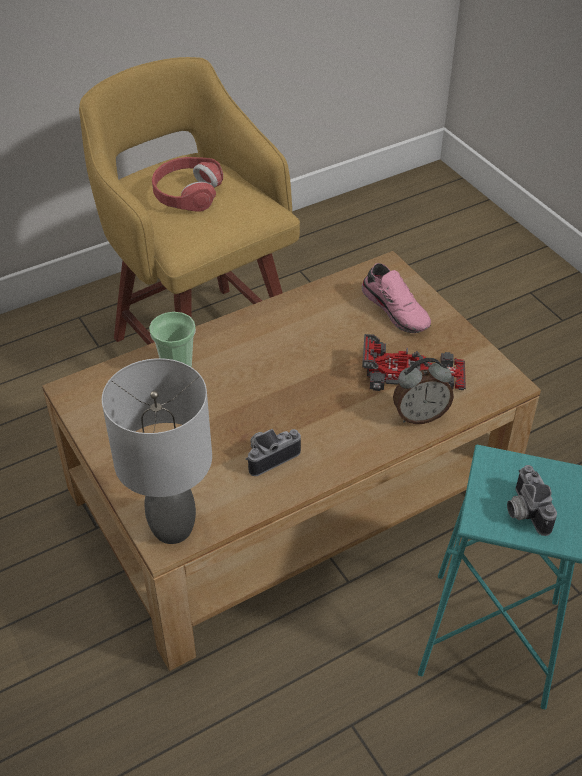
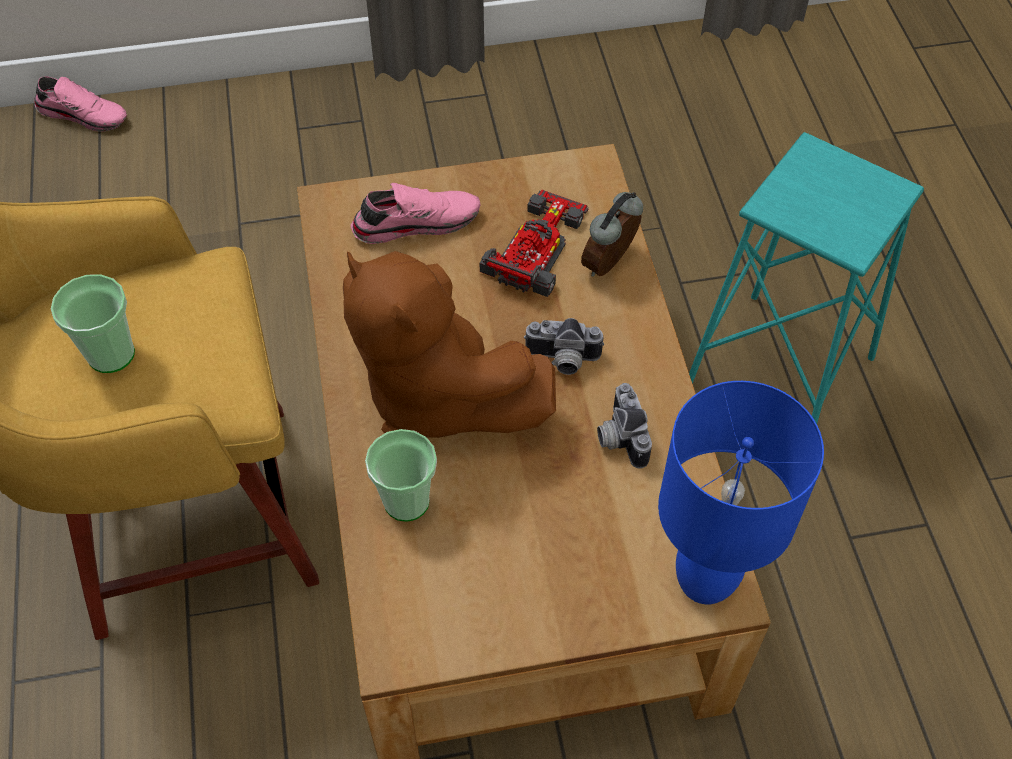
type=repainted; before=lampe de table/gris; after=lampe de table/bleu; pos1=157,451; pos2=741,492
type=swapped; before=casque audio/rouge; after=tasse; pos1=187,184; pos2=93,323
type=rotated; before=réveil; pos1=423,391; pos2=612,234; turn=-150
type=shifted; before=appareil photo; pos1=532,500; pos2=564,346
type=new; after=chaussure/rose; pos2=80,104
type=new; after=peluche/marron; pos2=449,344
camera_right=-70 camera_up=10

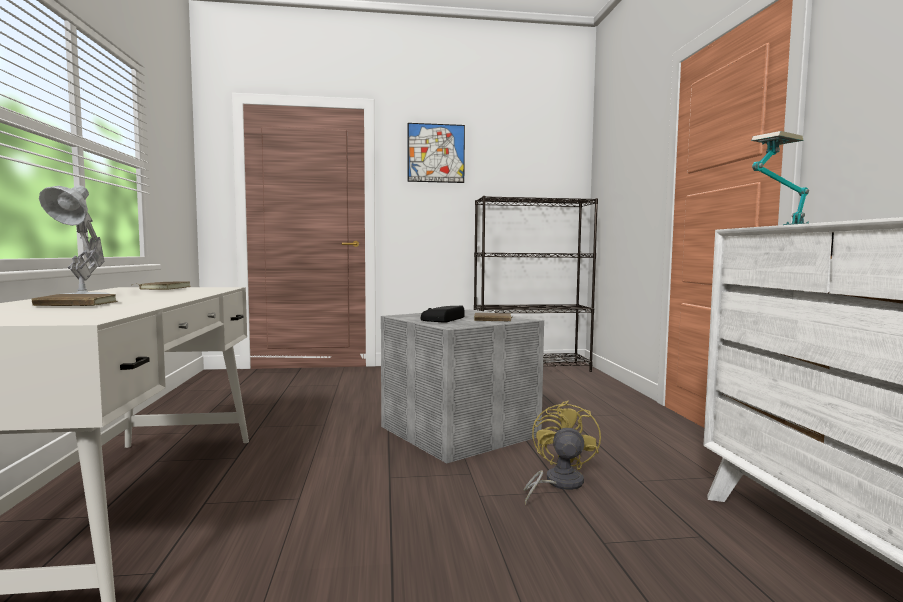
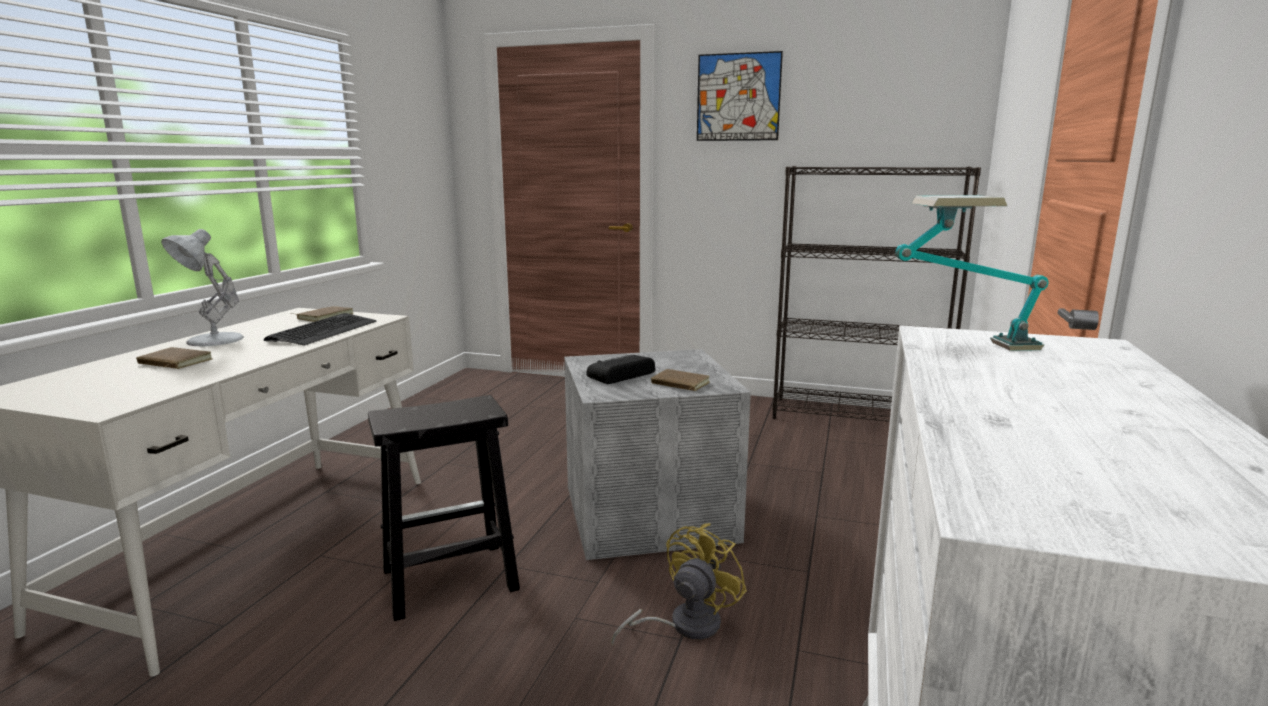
type=new; after=clavier; pos2=320,329
type=new; after=tabouret/noir; pos2=444,508
camera_right=25 camera_up=10

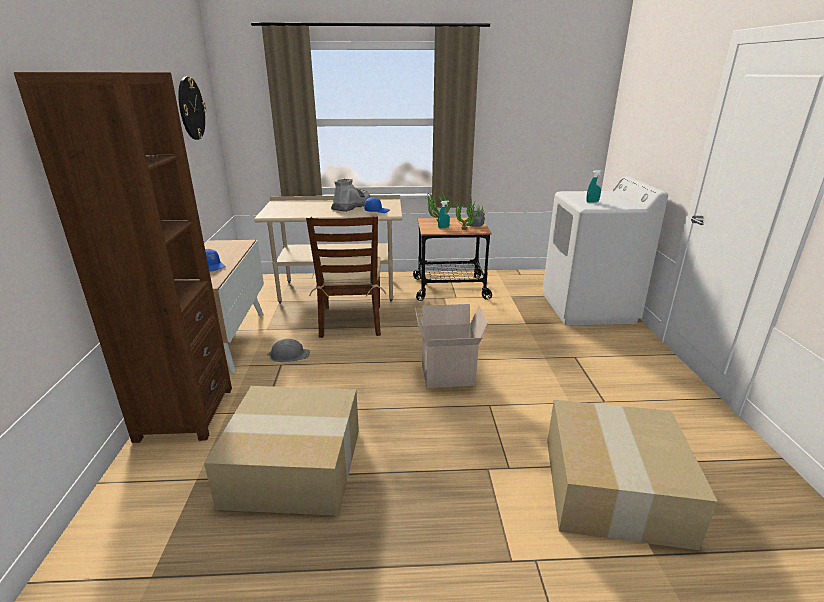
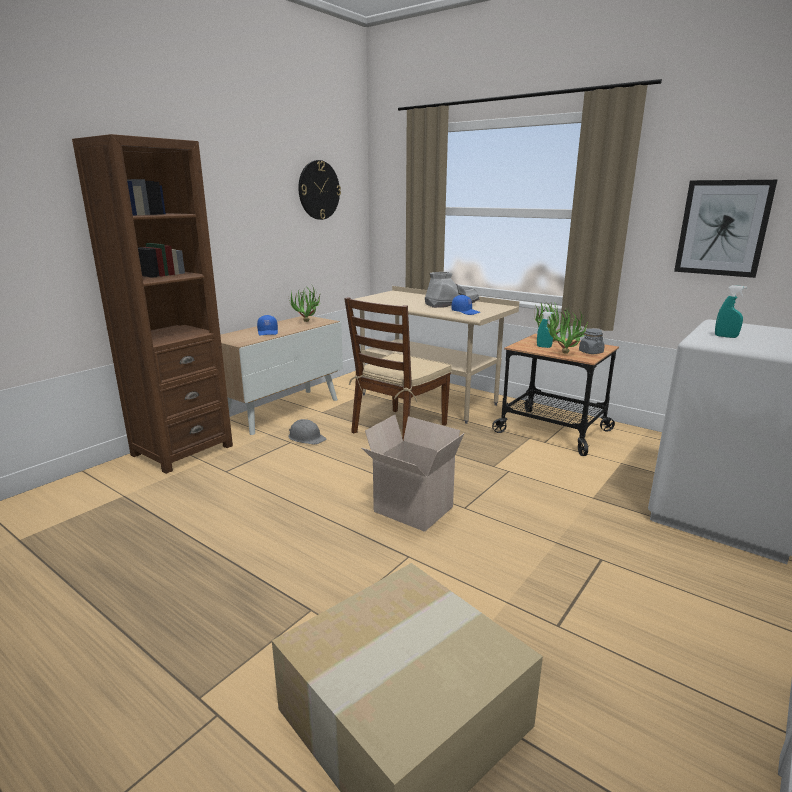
type=gone; before=carton; pos1=281,451
type=new; after=plante en pot; pos2=306,304
type=new; after=tableau; pos2=725,229
camera_right=40 camera_up=-5

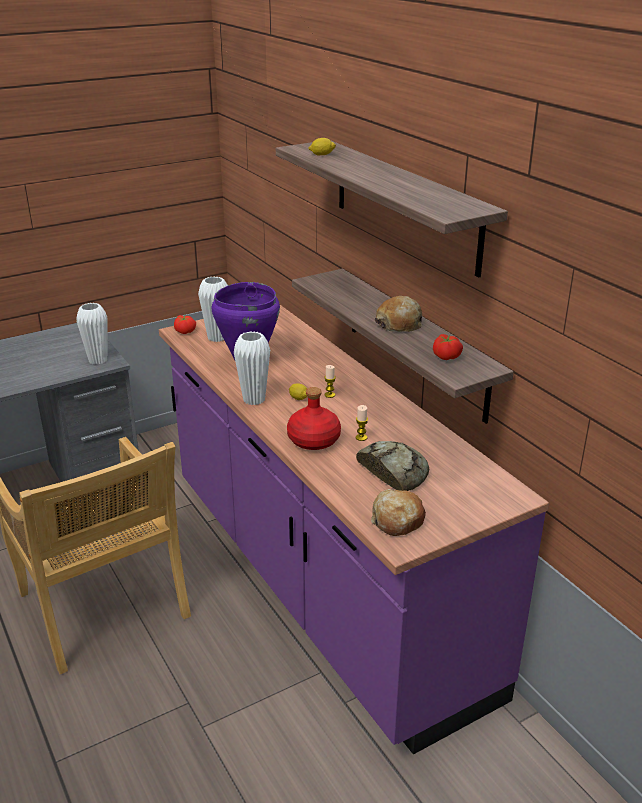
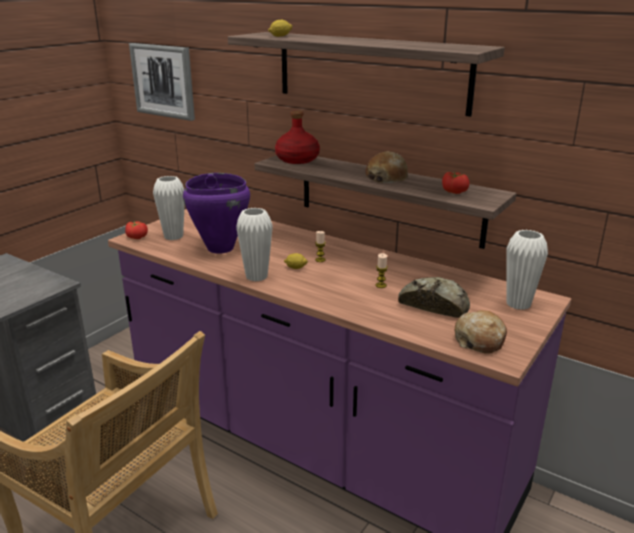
type=shifted; before=vase/blanc; pos1=92,334; pos2=527,270
type=shifted; before=bouteille/rouge; pos1=314,418; pos2=297,137
type=new; after=tableau; pos2=162,82
camera_right=-25 camera_up=-5

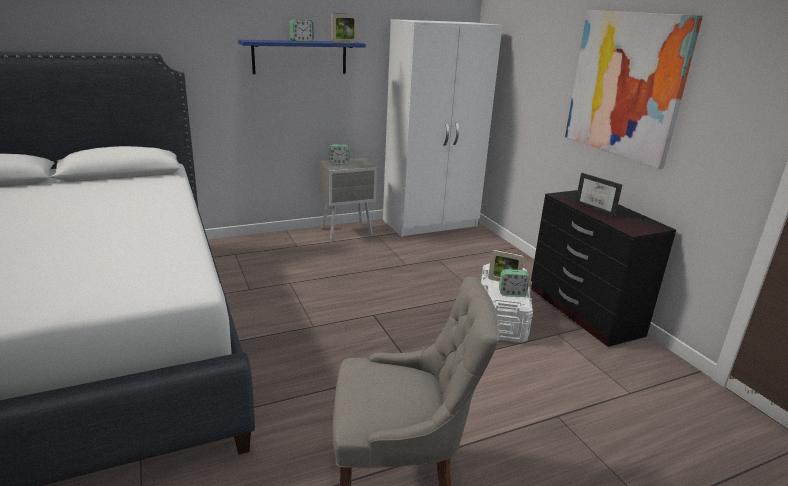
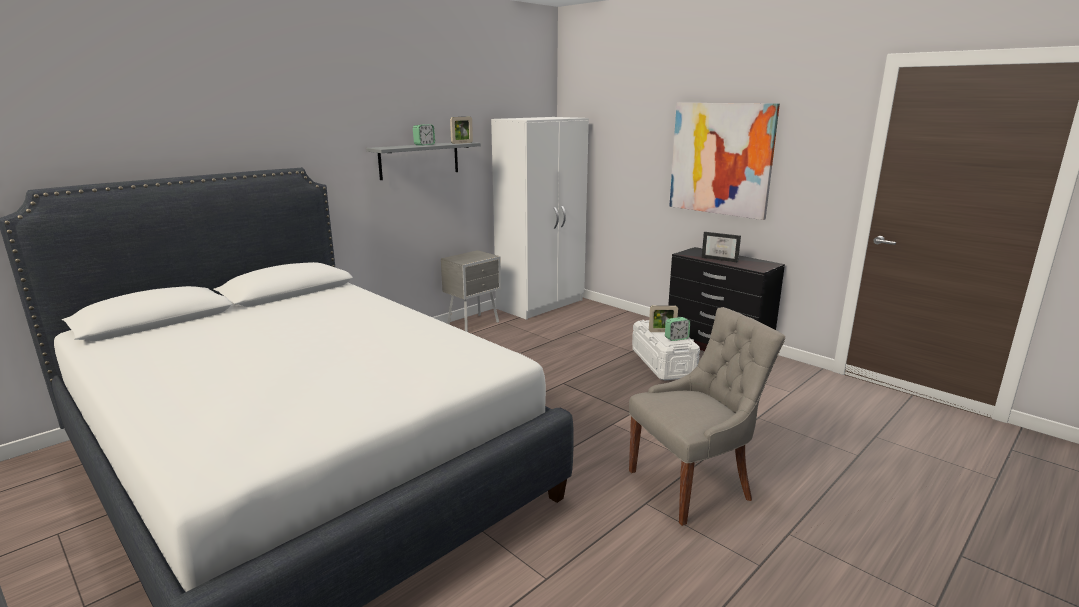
type=repainted; before=étagère/bleu; after=étagère/gris; pos1=302,57; pos2=423,161
type=gone; before=réveil; pos1=339,154
camera_right=-20 camera_up=-5

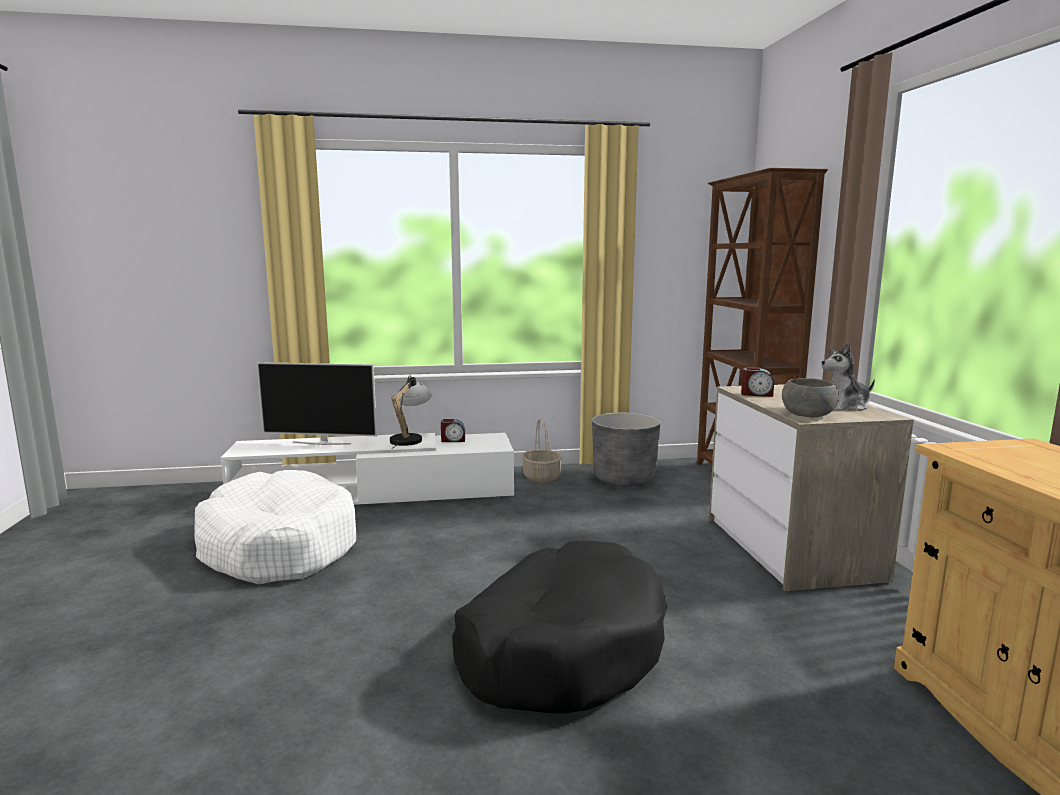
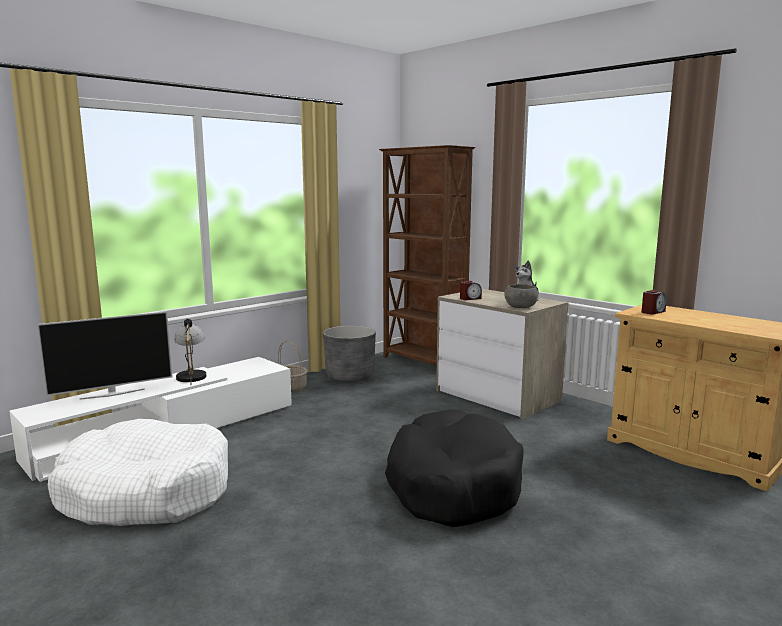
type=shifted; before=réveil; pos1=453,430; pos2=654,302
camera_right=-35 camera_up=0

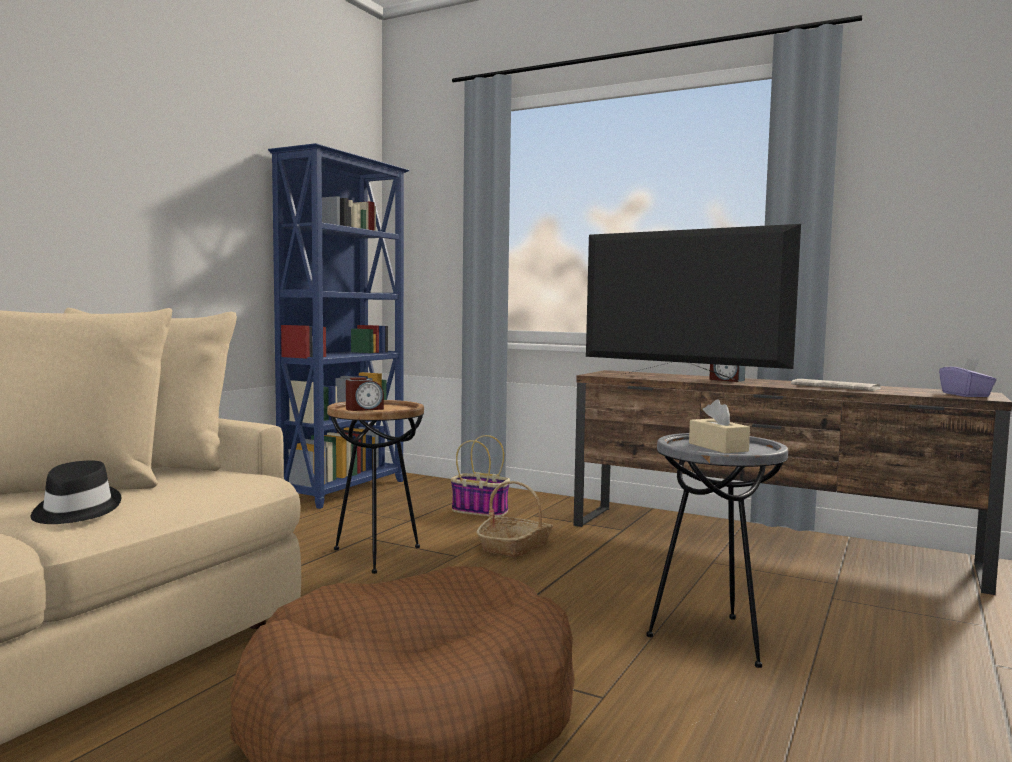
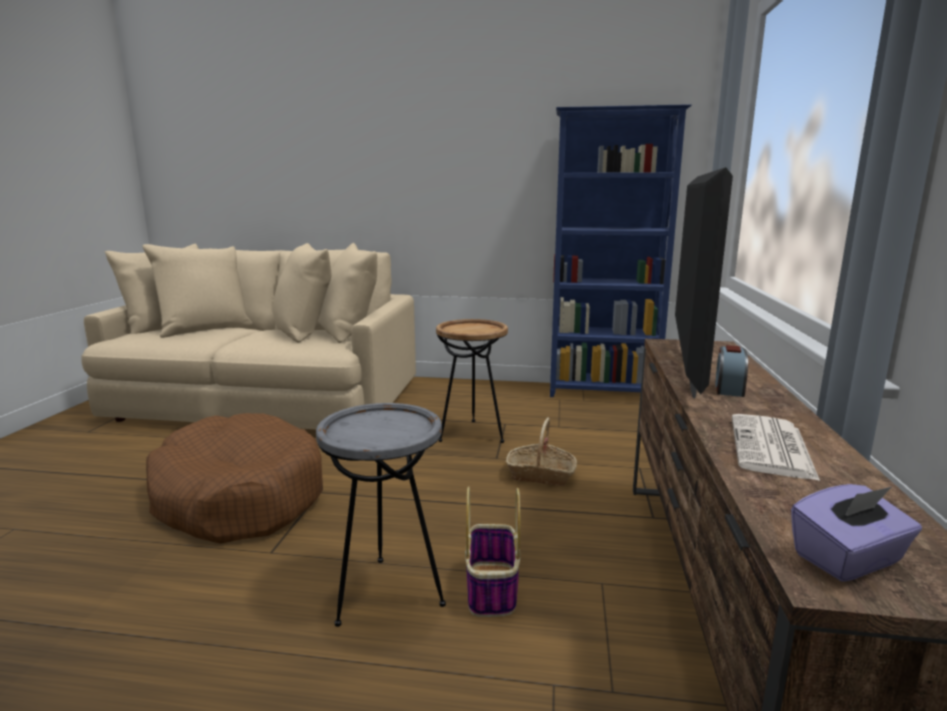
type=gone; before=chapeau/noir; pos1=76,492
type=gone; before=réveil; pos1=365,394
type=shifted; before=panier; pos1=480,476; pos2=493,551
type=gone; before=boîte à mouchoirs/beige; pos1=719,426
camera_right=70 camera_up=10

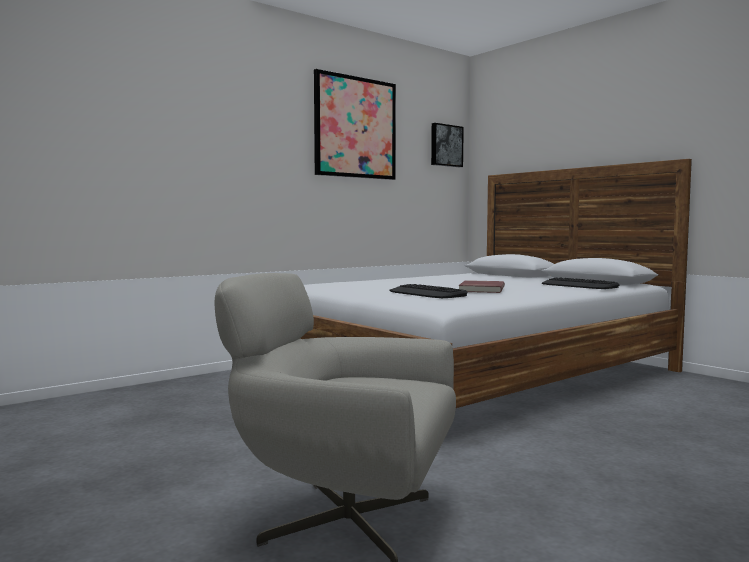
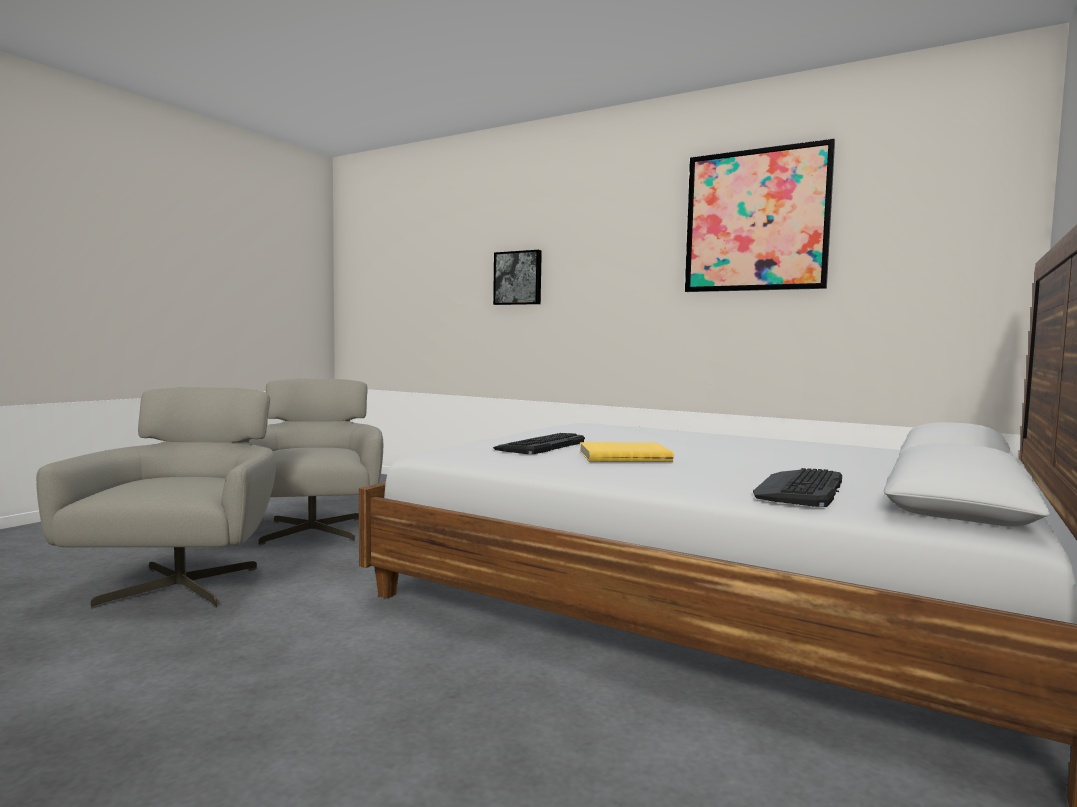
type=shifted; before=tableau; pos1=447,145; pos2=517,277
type=repainted; before=livre/rouge; after=livre/jaune; pos1=482,286; pos2=626,452
type=new; after=fauteuil/gris; pos2=316,462
camera_right=70 camera_up=0

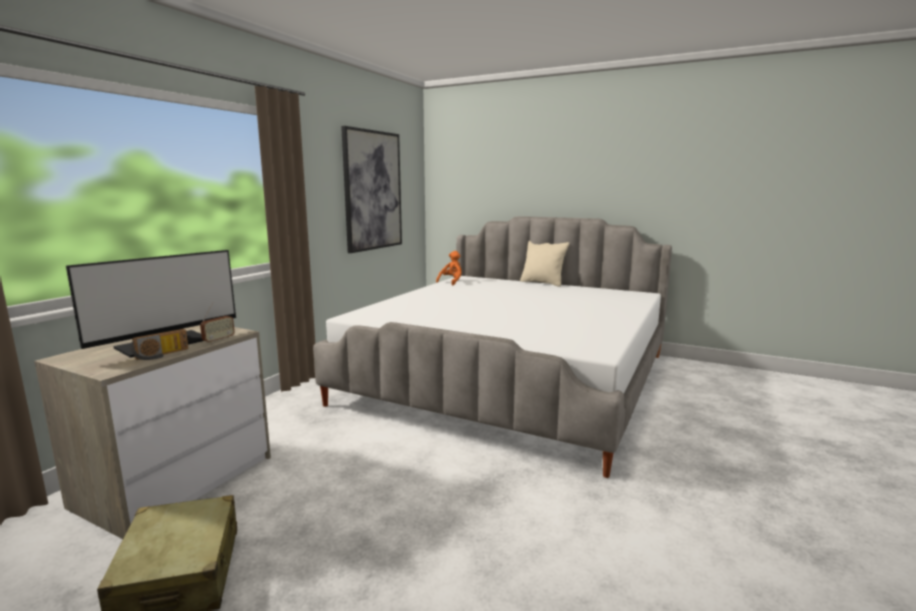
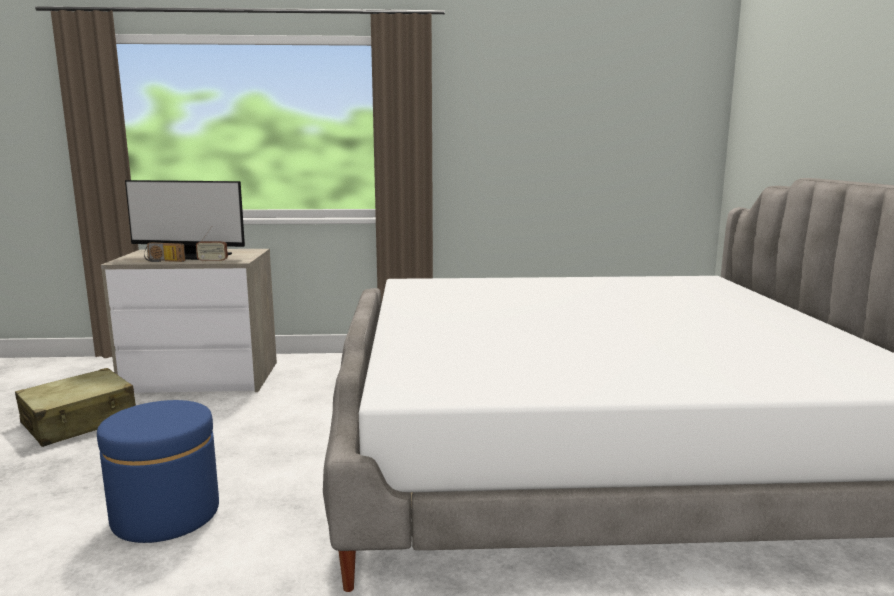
type=gone; before=tableau; pos1=371,189
type=gone; before=peluche/orange; pos1=449,268
type=gone; before=coussin/beige; pos1=544,263
type=new; after=pouf/bleu; pos2=158,471
camera_right=60 camera_up=0

